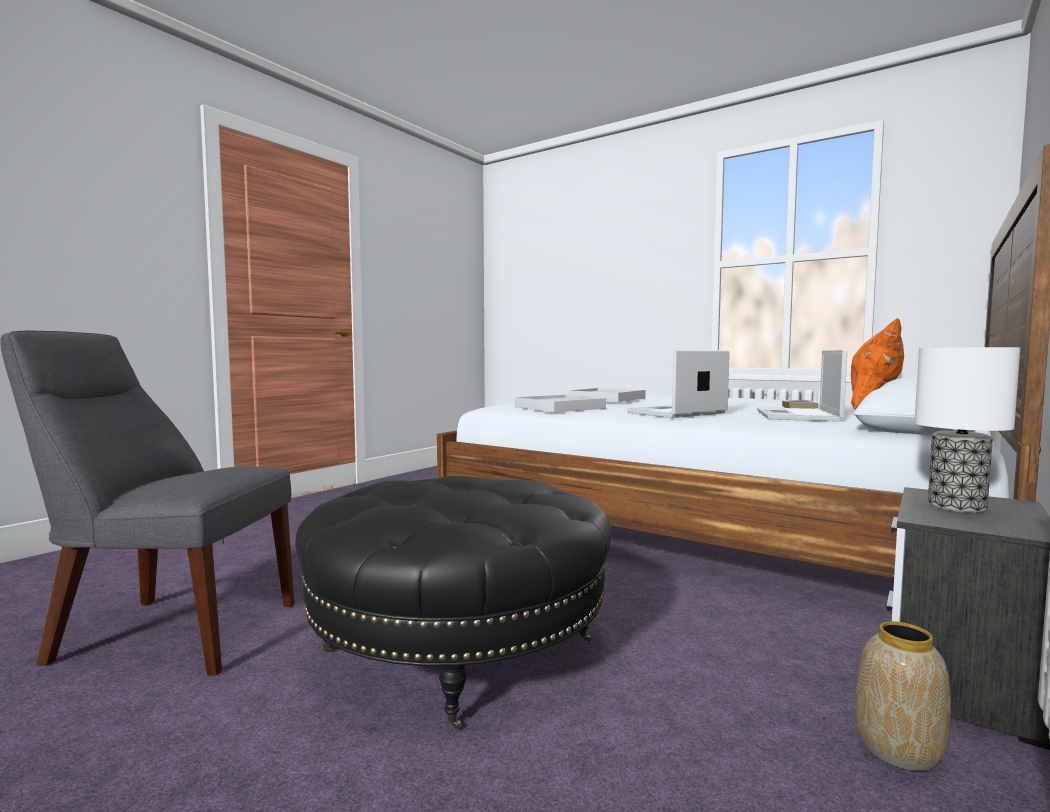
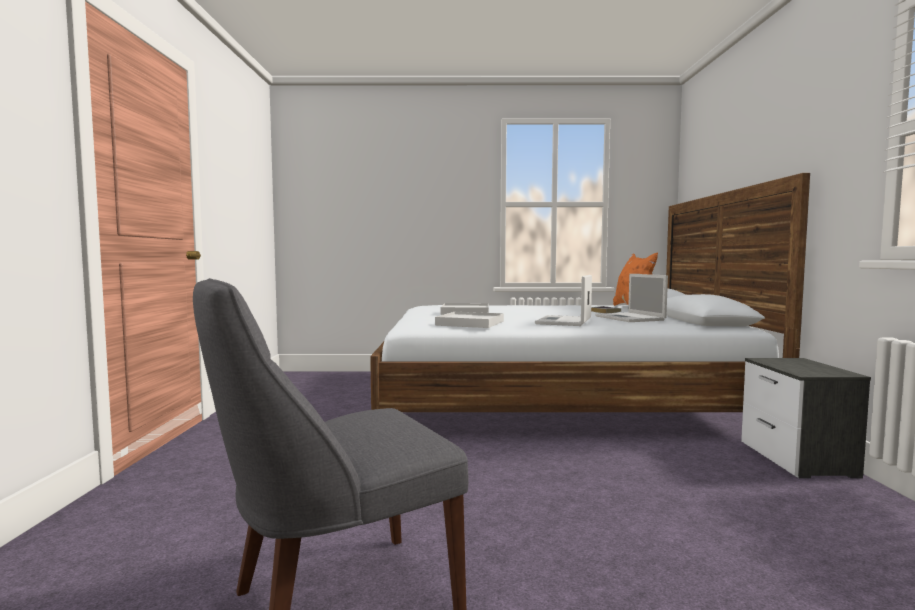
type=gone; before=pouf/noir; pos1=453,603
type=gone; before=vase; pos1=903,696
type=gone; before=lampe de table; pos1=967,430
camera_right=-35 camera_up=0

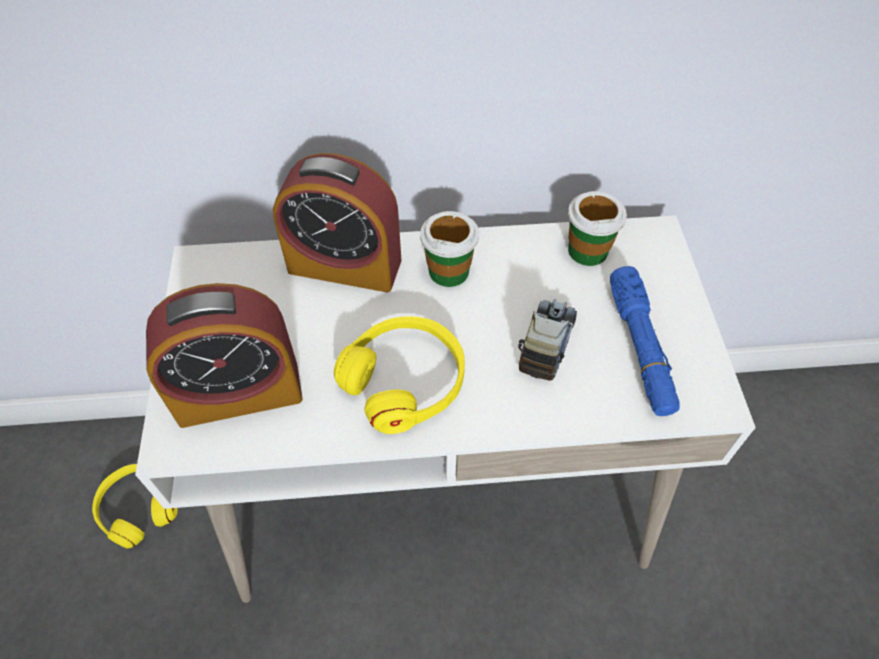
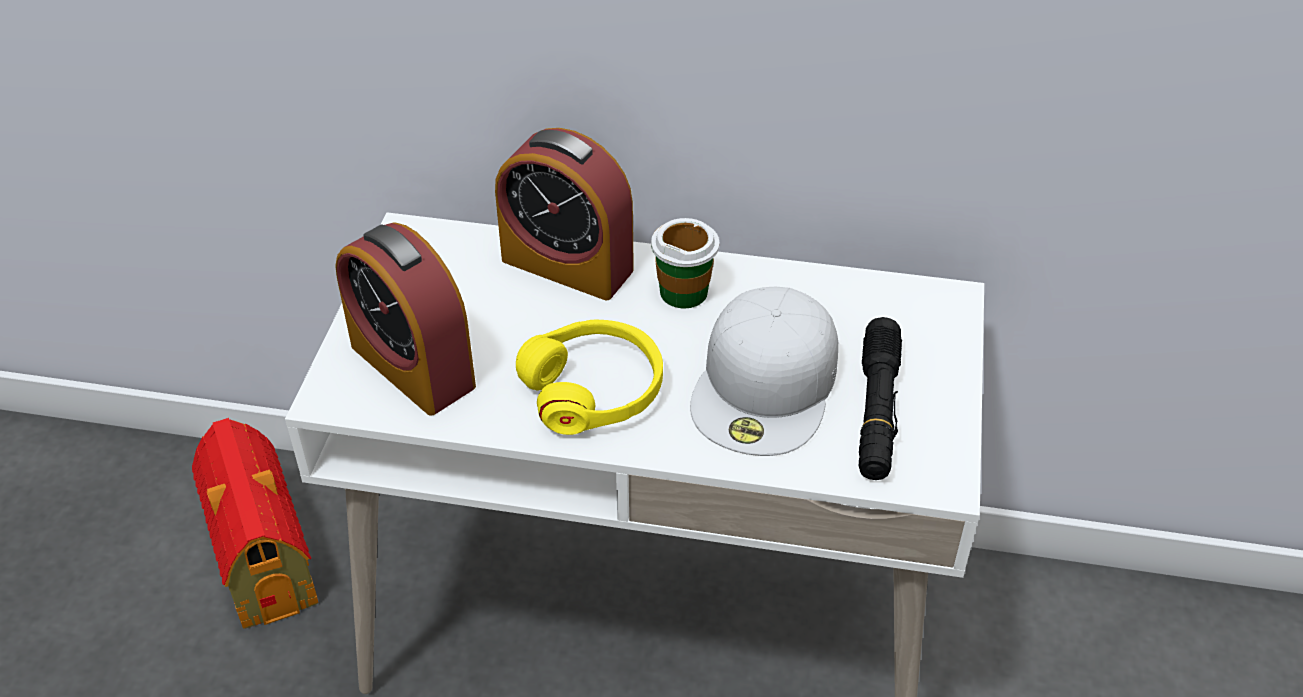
type=swapped; before=casque audio/jaune; after=maison miniature; pos1=135,506; pos2=255,523
type=rotated; before=réveil; pos1=224,355; pos2=405,319; turn=45
type=swapped; before=camion jouet; after=casquette/blanc; pos1=547,340; pos2=764,371
type=gone; before=tasse; pos1=597,228
type=repainted; before=lampe de poche/bleu; after=lampe de poche/noir; pos1=645,341; pos2=880,398
camera_right=15 camera_up=-10

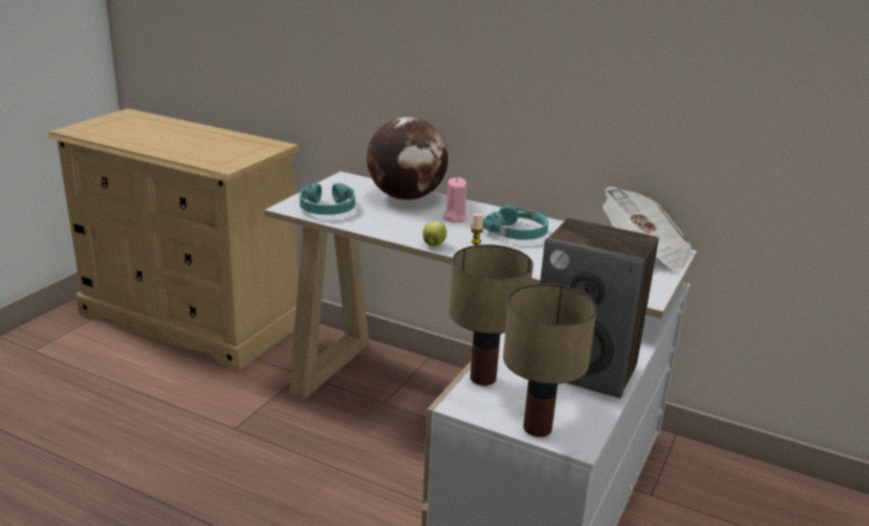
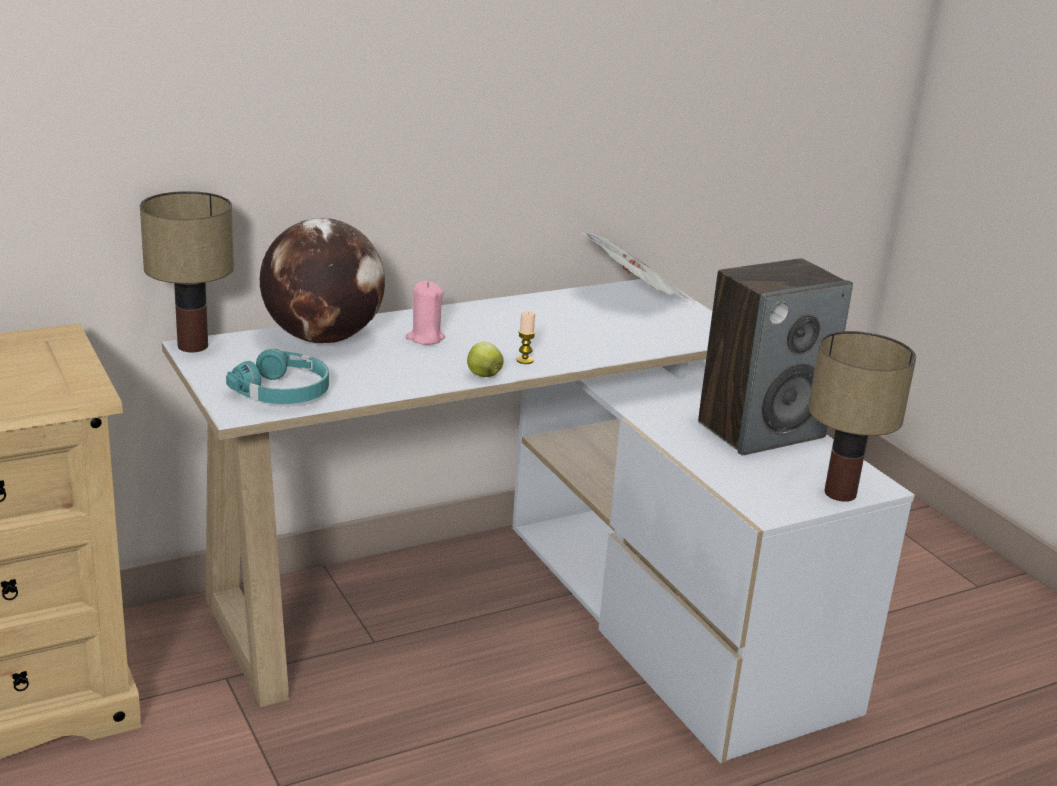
type=shifted; before=lampe de table; pos1=491,315; pos2=187,271
type=gone; before=casque audio/turquoise; pos1=515,222
camera_right=-55 camera_up=0

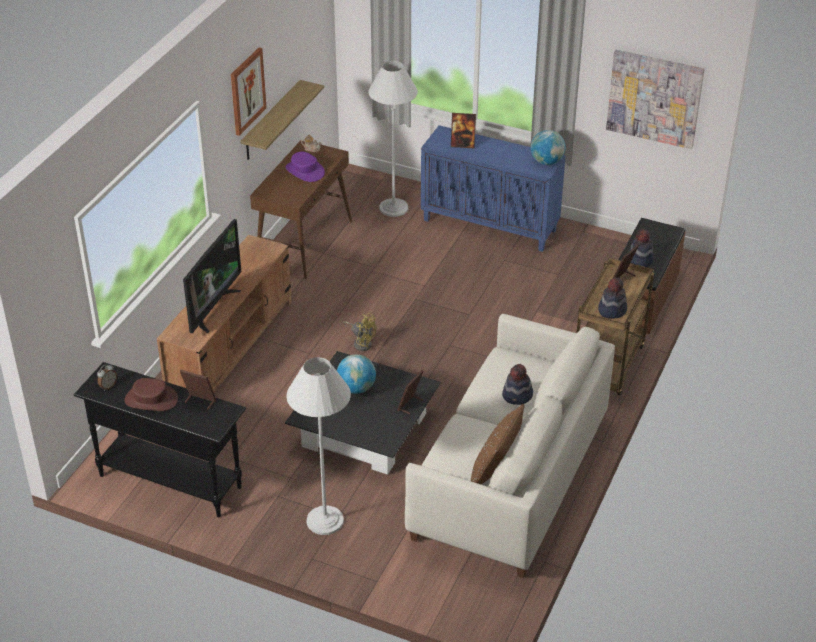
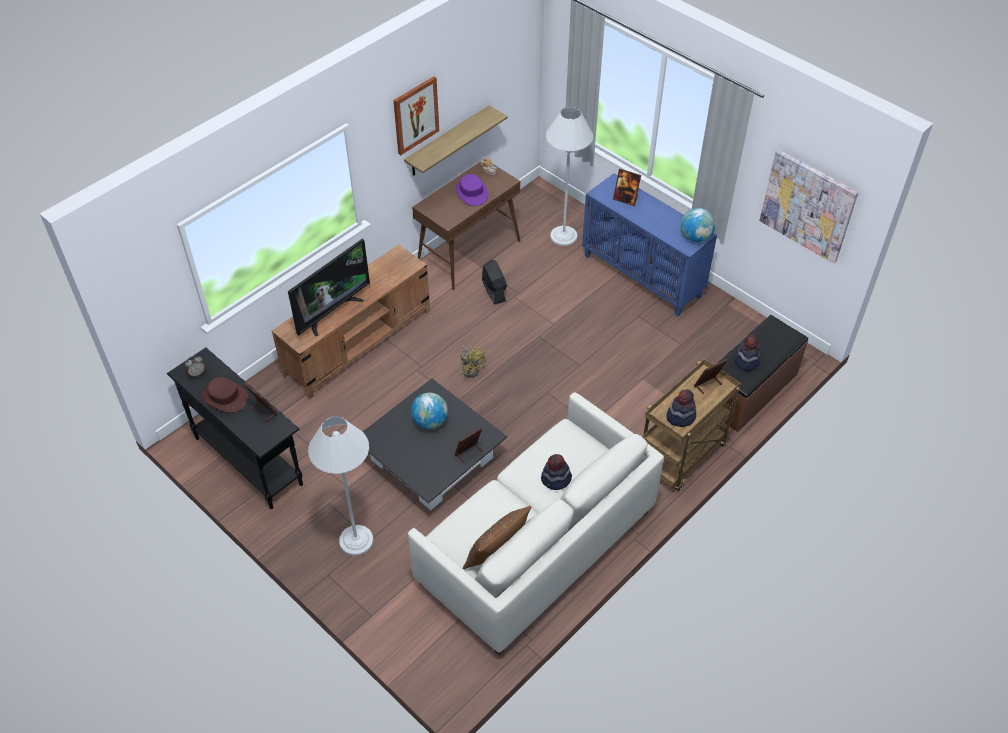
type=new; after=ventilateur/noir; pos2=494,282
camera_right=20 camera_up=10

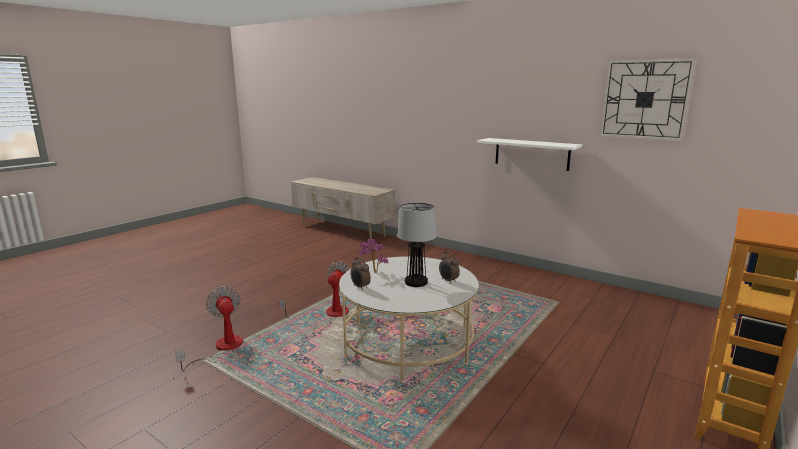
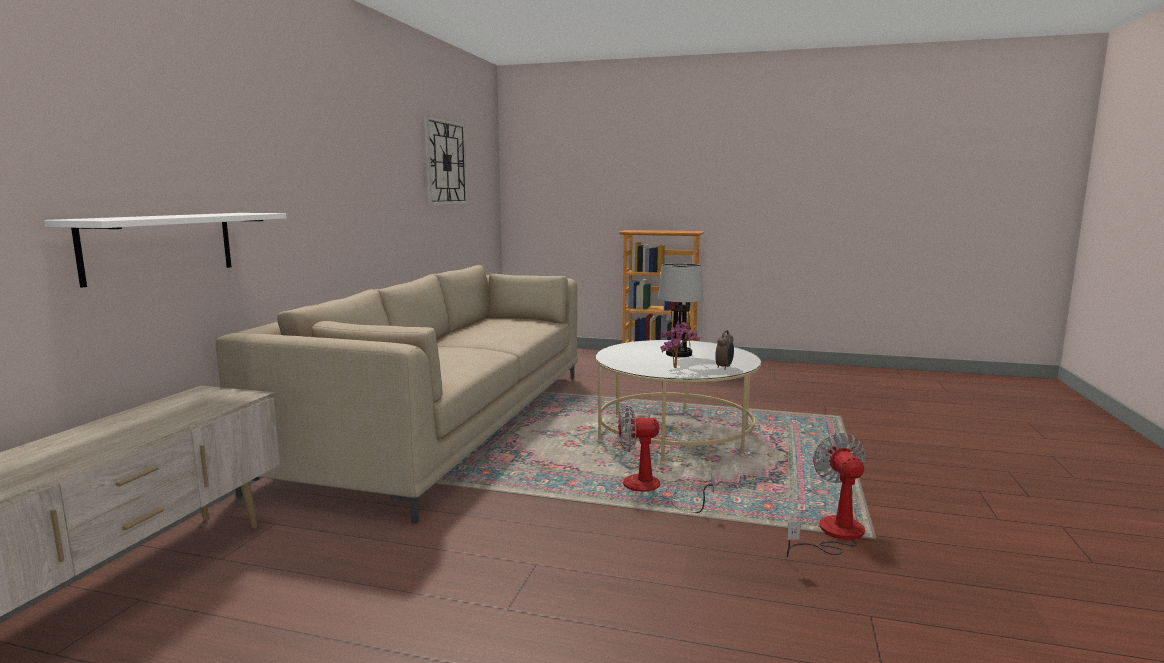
type=rotated; before=ventilateur; pos1=209,329; pos2=826,494; turn=135
type=gone; before=réveil; pos1=449,268
type=shifted; before=étagère/blanc; pos1=529,154; pos2=165,250
type=new; after=canapé/beige; pos2=397,394
camera_right=-110 camera_up=-5

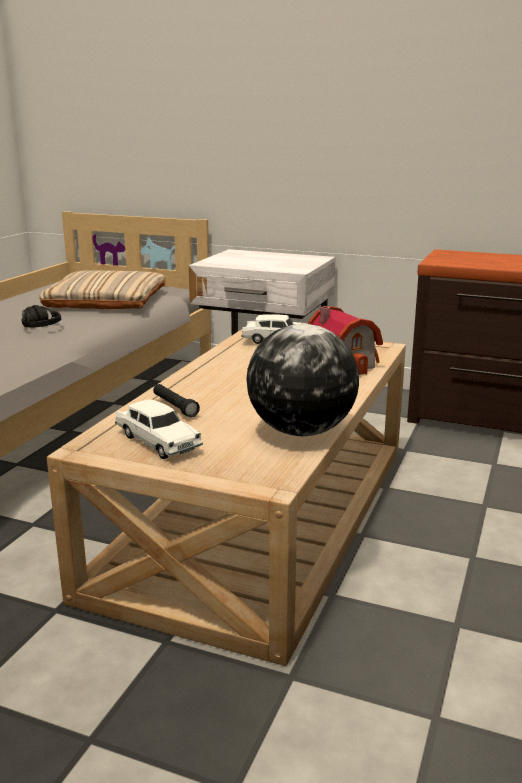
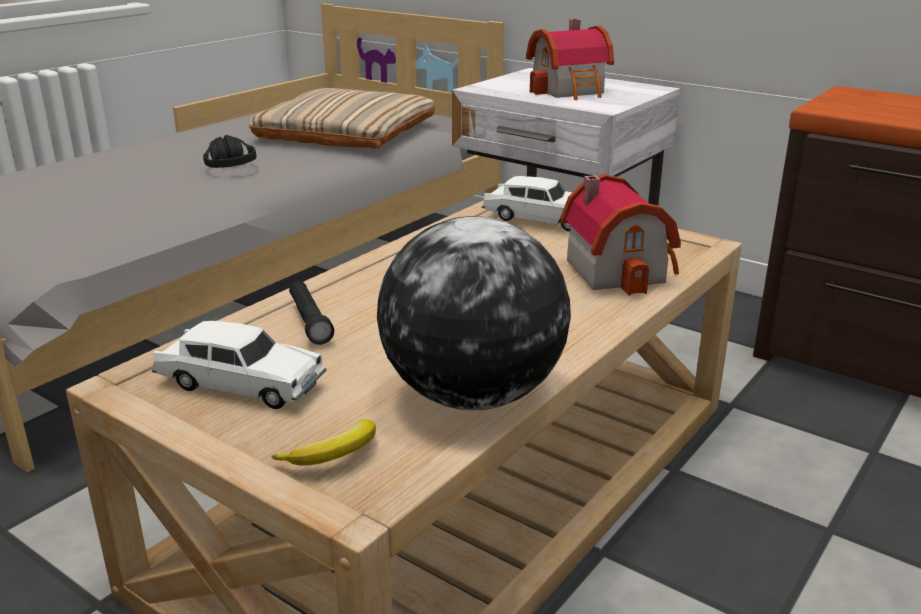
type=rotated; before=petite voiture/blanc; pos1=159,429; pos2=239,365; turn=-45
type=new; after=banane; pos2=323,442
type=new; after=maison miniature; pos2=570,59
camera_right=15 camera_up=5

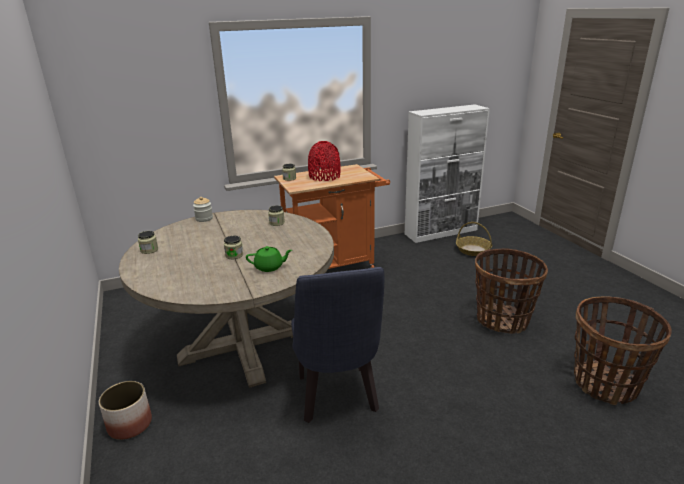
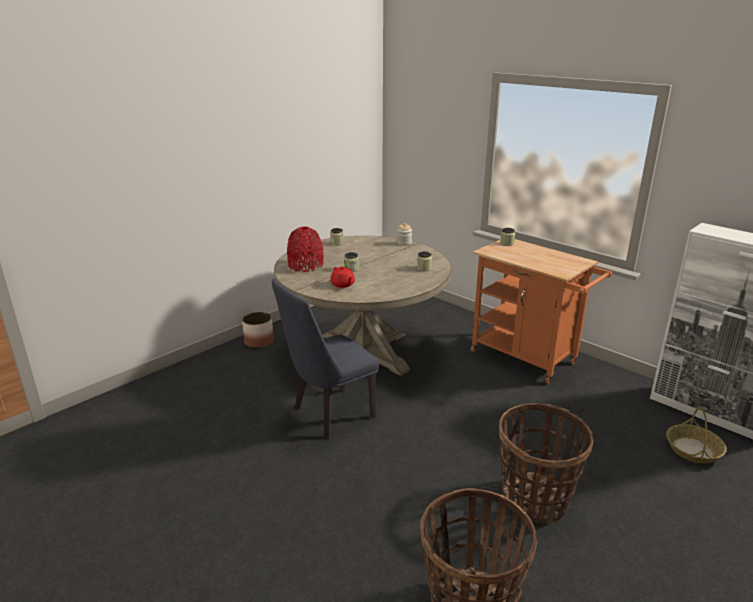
type=repainted; before=théière/vert; after=théière/rouge; pos1=269,259; pos2=342,277
type=shifted; before=vase/rouge; pos1=324,161; pos2=305,249
camera_right=65 camera_up=0

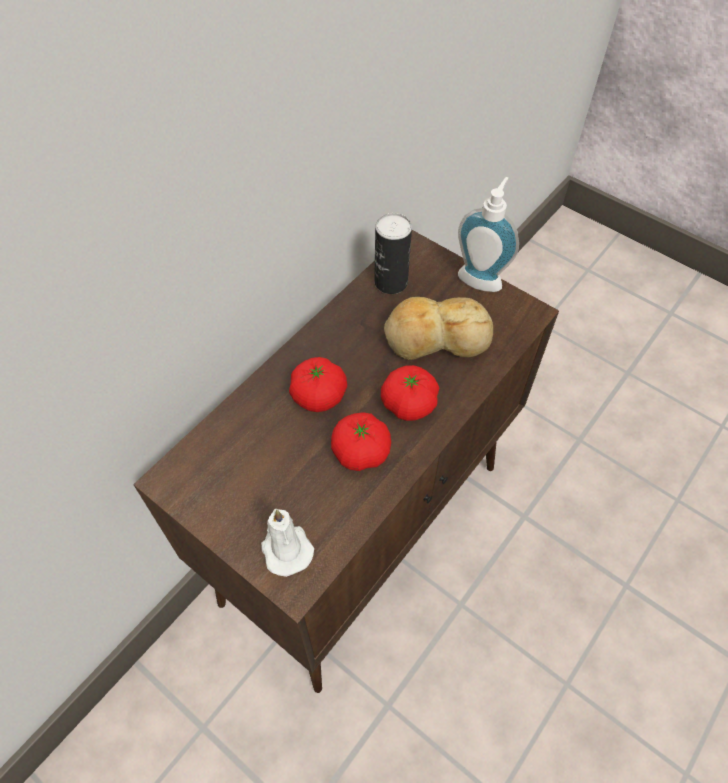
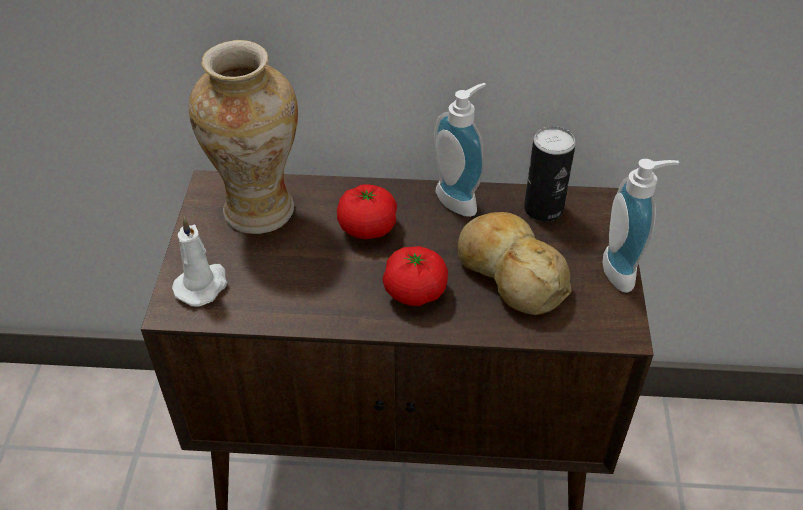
type=gone; before=tomate; pos1=361,441
type=new; after=vase; pos2=243,137
type=new; after=distributeur de savon; pos2=460,150
camera_right=55 camera_up=-10

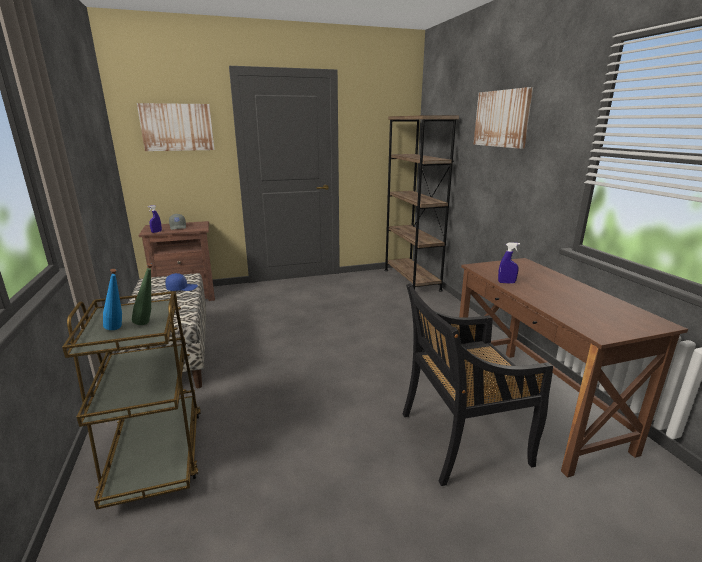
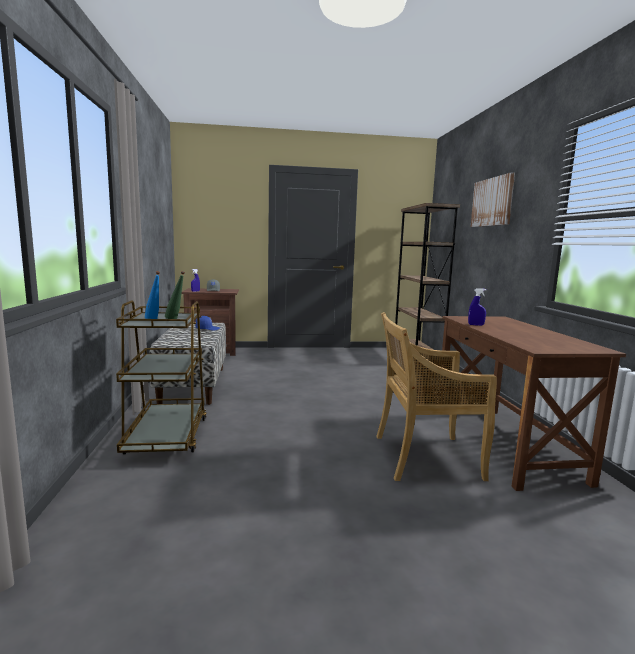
type=gone; before=tableau; pos1=175,127
type=repainted; before=chaise/noir; after=chaise/beige; pos1=478,384; pos2=436,396
camera_right=10 camera_up=-10

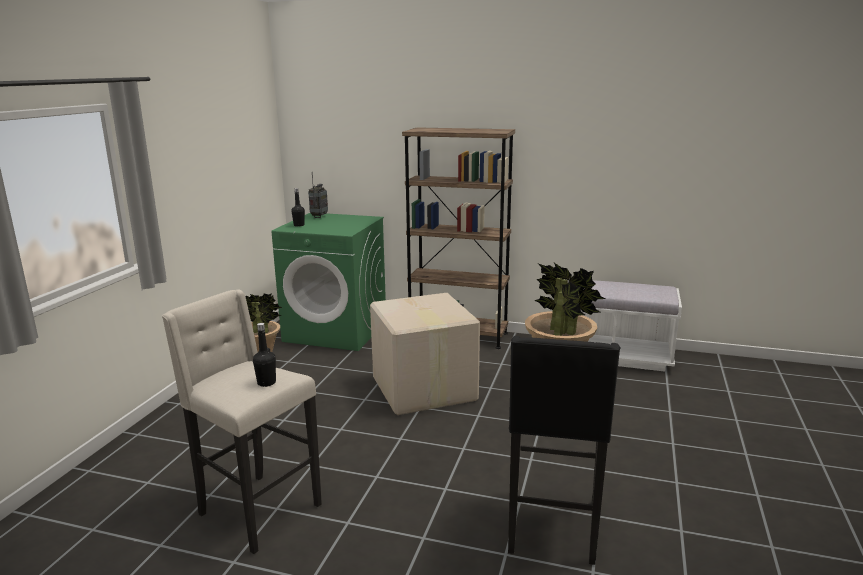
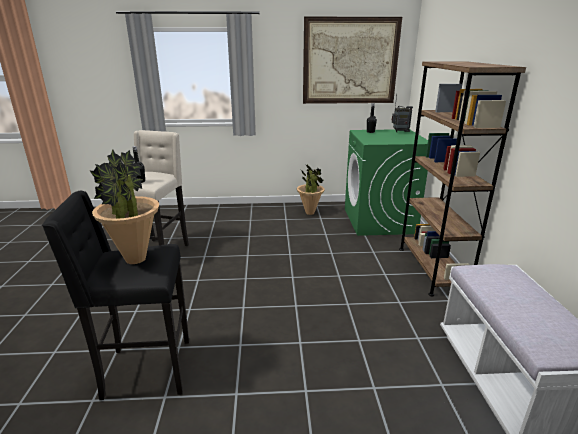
type=gone; before=carton; pos1=425,354
type=new; after=tableau; pos2=352,60
camera_right=70 camera_up=5

